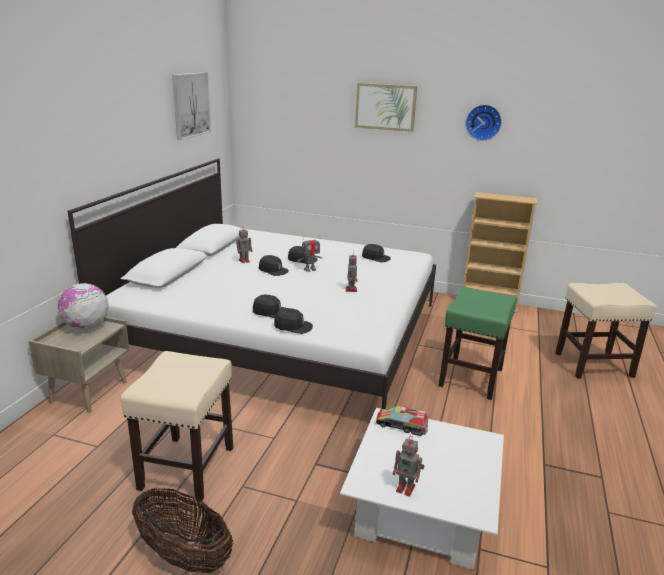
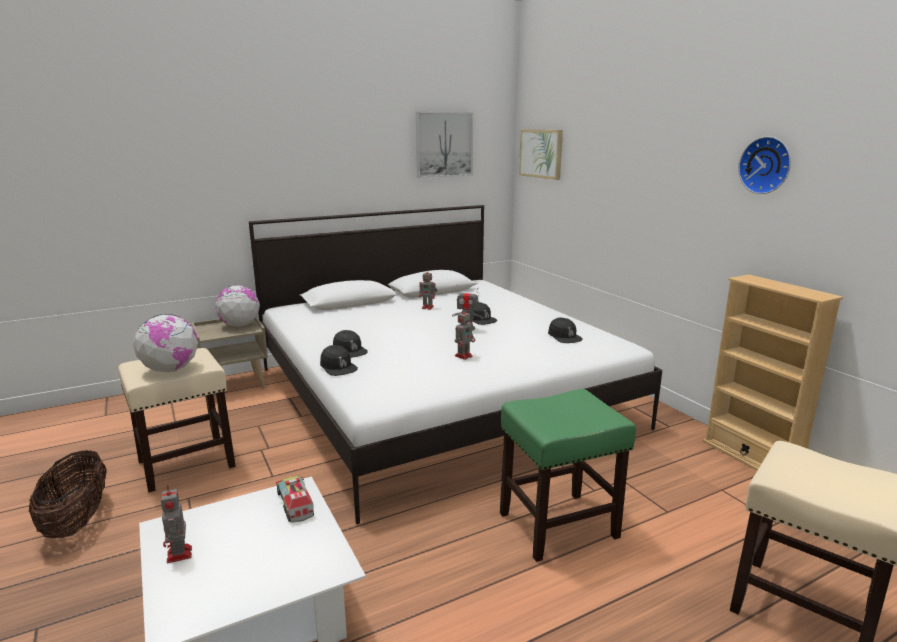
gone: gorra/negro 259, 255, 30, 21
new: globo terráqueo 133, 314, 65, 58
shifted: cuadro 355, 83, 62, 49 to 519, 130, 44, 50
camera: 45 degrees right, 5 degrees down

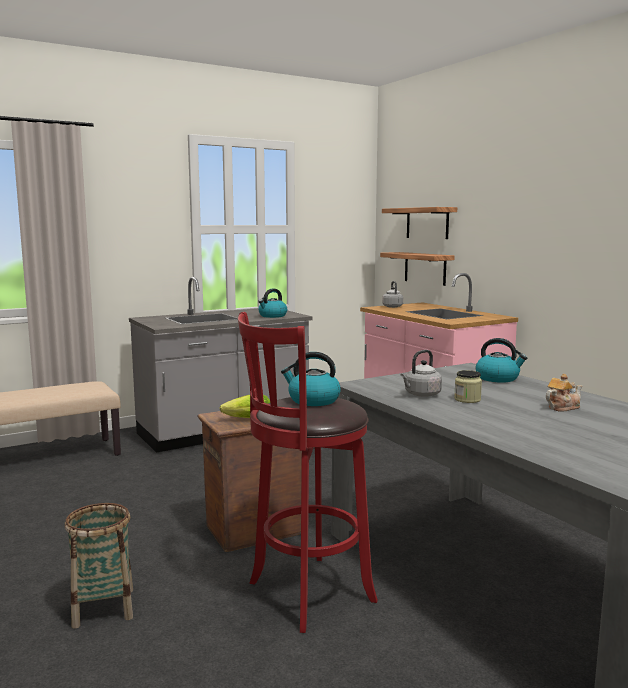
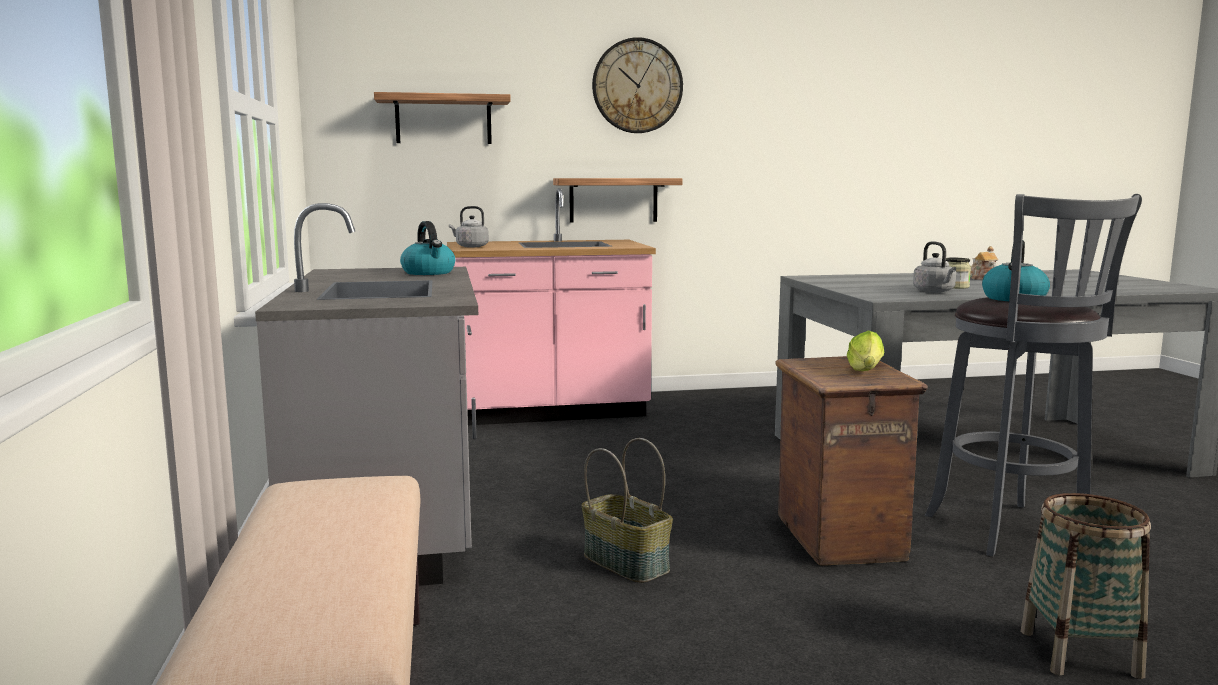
gone: hervidor 476, 338, 51, 45
new: cesta 582, 438, 91, 145; reloj de pared 592, 37, 91, 96
shifted: estante 380, 252, 75, 34 to 553, 178, 130, 44
repainted: taburete/rojo 238, 312, 140, 321 to taburete/gris 925, 194, 217, 363
camera: 70 degrees left, 0 degrees up

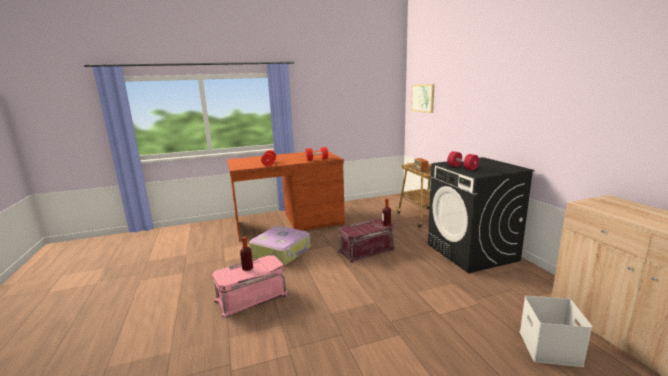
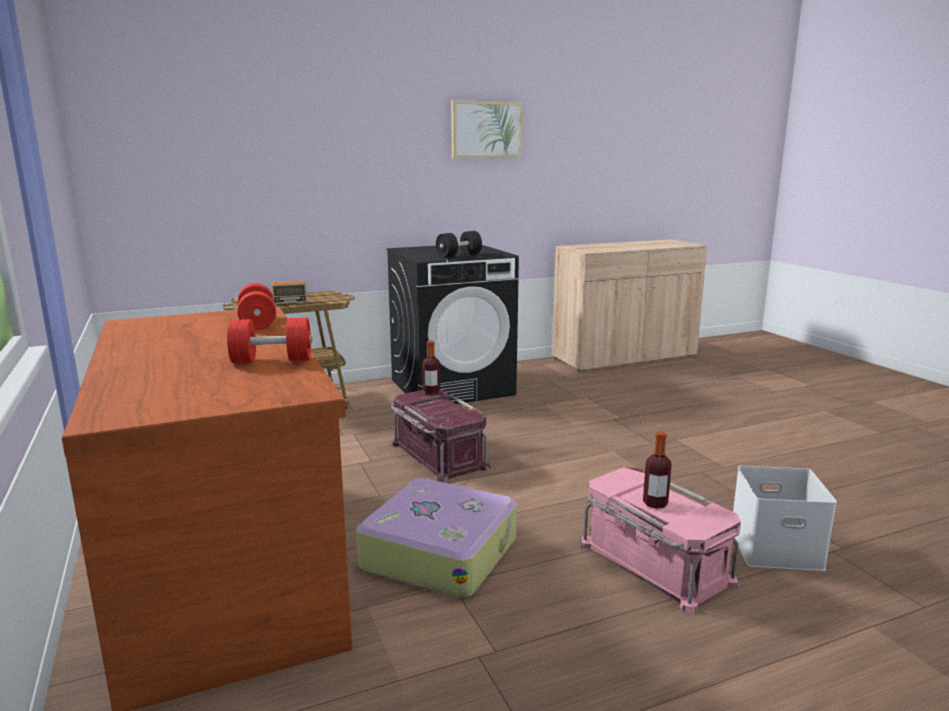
shifted: cuadro 411, 84, 23, 29 to 451, 100, 72, 58; caja de almacenaje/blanco 520, 296, 72, 71 to 733, 466, 104, 105
repainted: mancuerna/rojo 447, 151, 32, 19 to mancuerna/negro 436, 231, 46, 27
camera: 95 degrees left, 0 degrees up

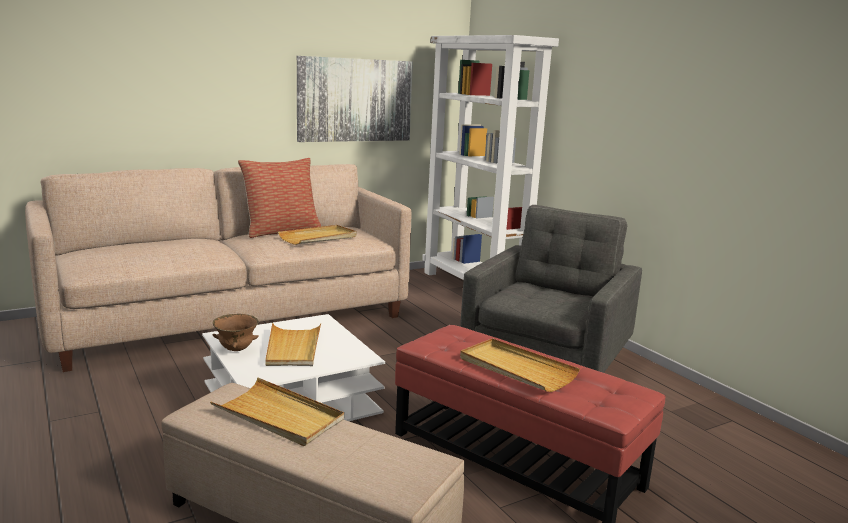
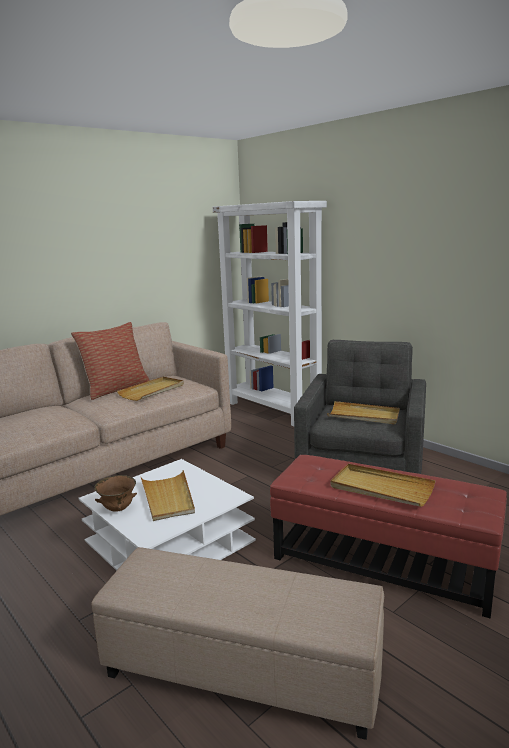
gone: cuadro 297, 56, 116, 86
shifted: bandeja/beis 210, 378, 134, 68 to 327, 401, 72, 23
camera: 10 degrees left, 0 degrees up

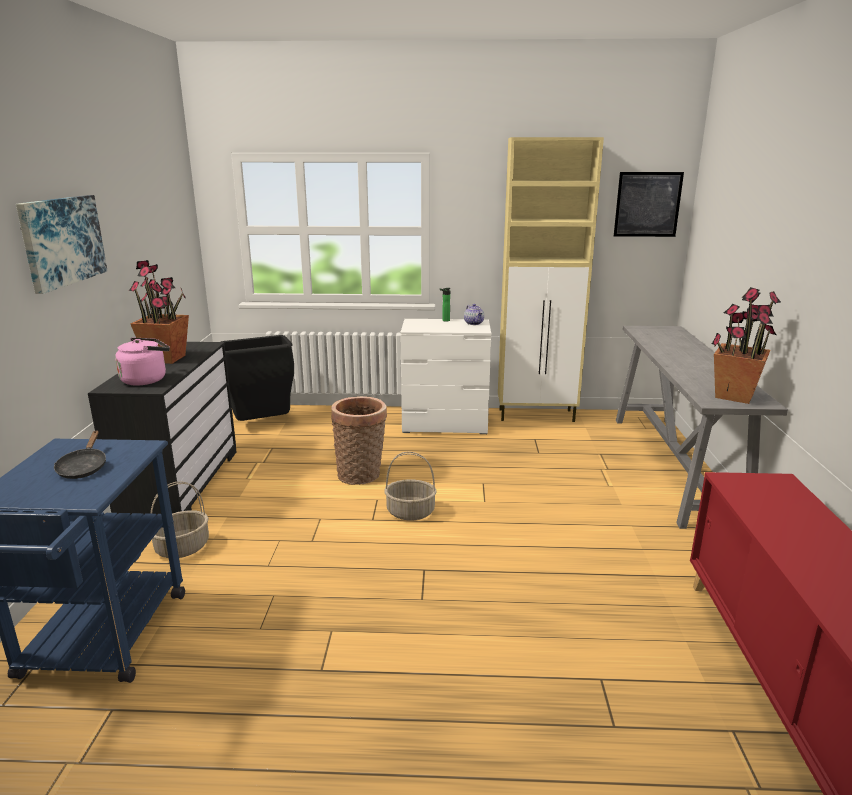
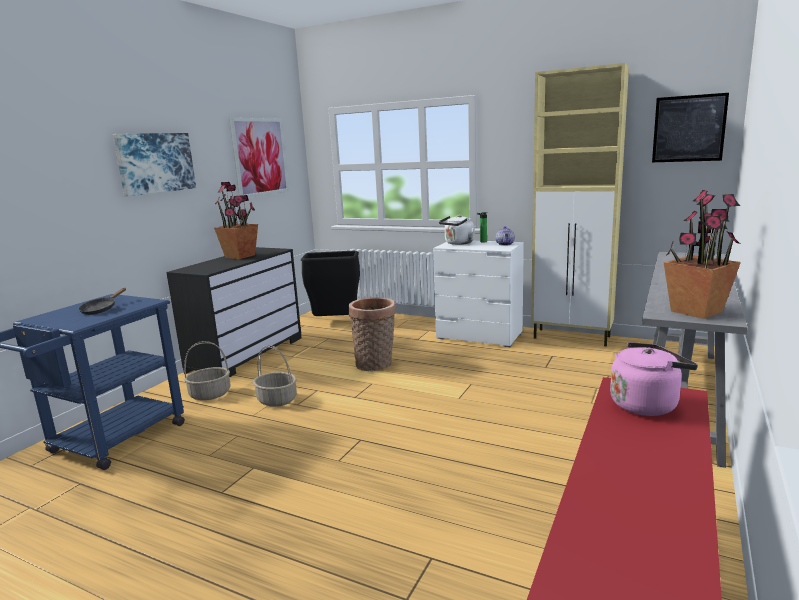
new: cuadro 229, 118, 60, 80; hervidor/blanco 439, 215, 36, 30
shifted: cesta 385, 452, 52, 68 to 253, 345, 44, 62; hervidor/rosa 115, 338, 55, 48 to 610, 342, 88, 74
camera: 25 degrees right, 5 degrees down

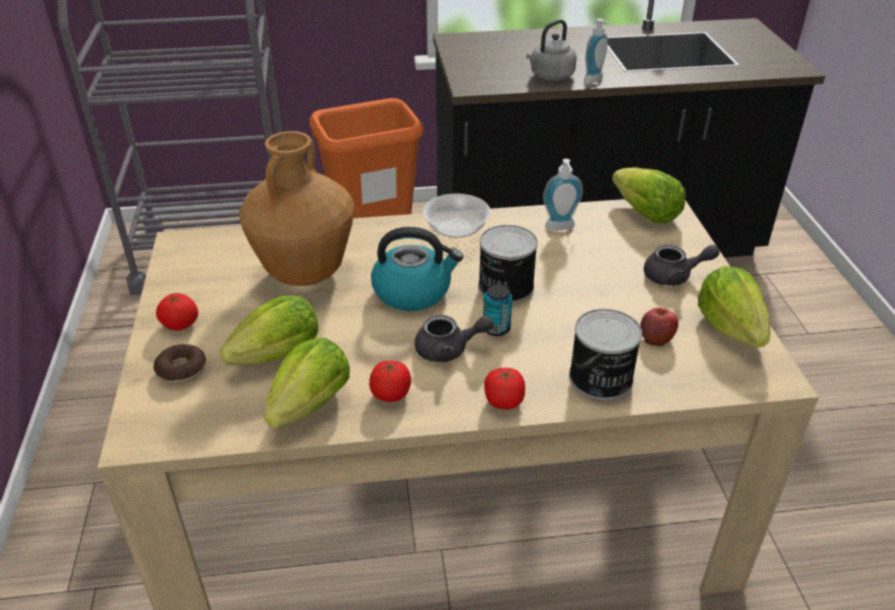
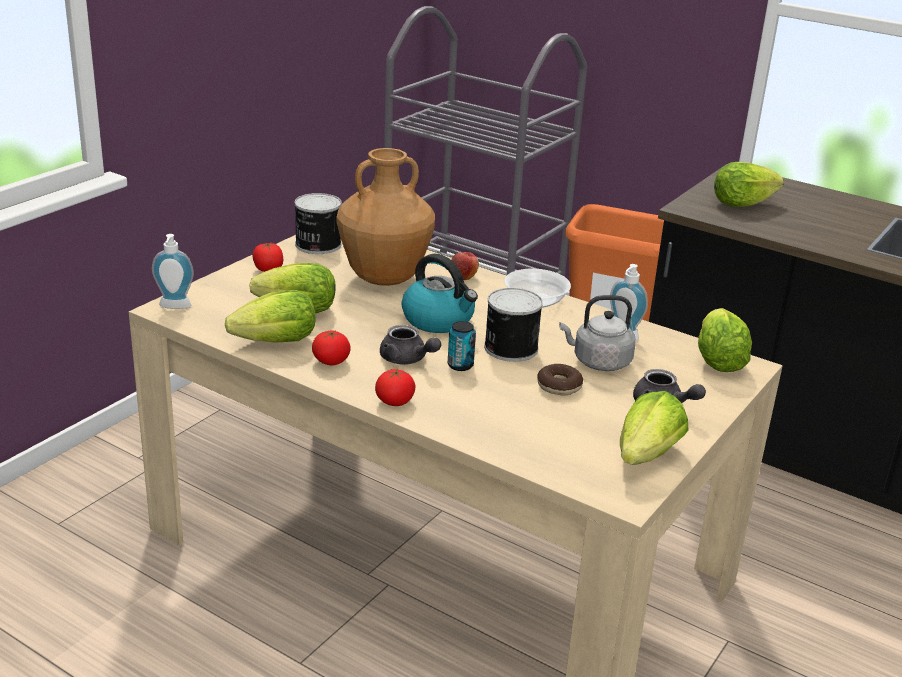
new: lechuga 714, 162, 70, 45
shifted: dispensador de jabón 584, 19, 27, 65 to 152, 234, 42, 75; lata 569, 309, 73, 91 to 295, 193, 47, 61; manzana 640, 308, 38, 38 to 451, 252, 28, 28; rosquilla 153, 344, 53, 40 to 537, 364, 46, 31; hervidor/gris 526, 20, 51, 61 to 559, 295, 77, 76
camera: 40 degrees right, 10 degrees down

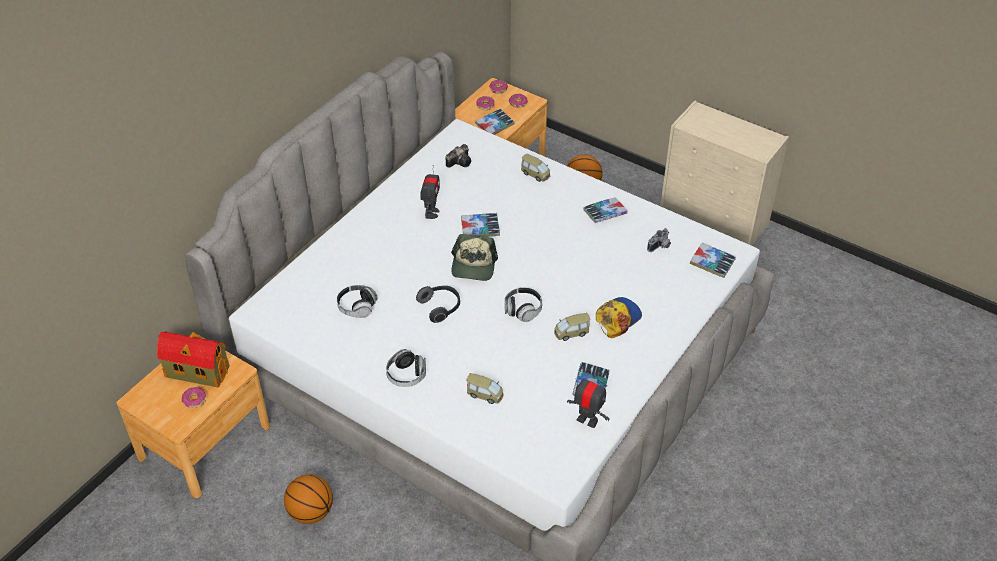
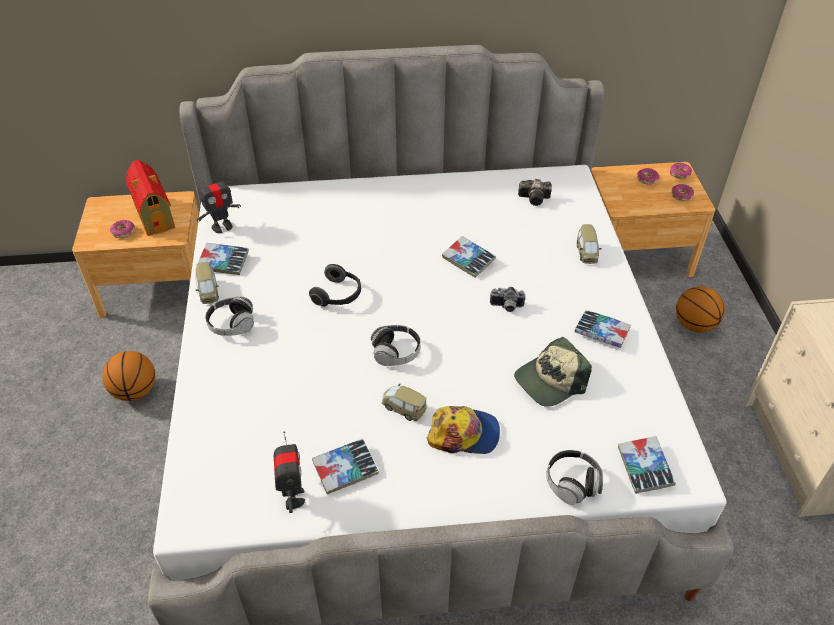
shifted: coche de juguete 466, 373, 38, 31 to 195, 262, 24, 42; robot de juguete 420, 165, 20, 54 to 196, 173, 45, 60; libro 475, 109, 40, 26 to 198, 243, 51, 32; cámara 647, 228, 24, 24 to 490, 287, 36, 25; gorra 451, 234, 47, 47 to 514, 337, 78, 70; auriculares 337, 285, 41, 33 to 546, 450, 57, 55
camera: 50 degrees right, 0 degrees up

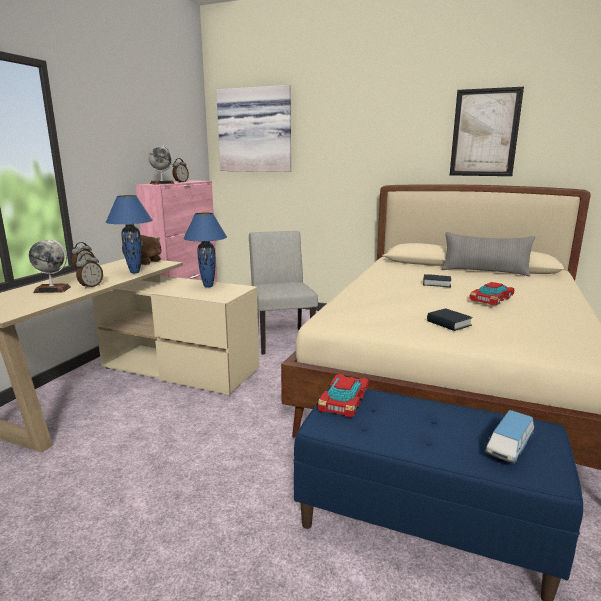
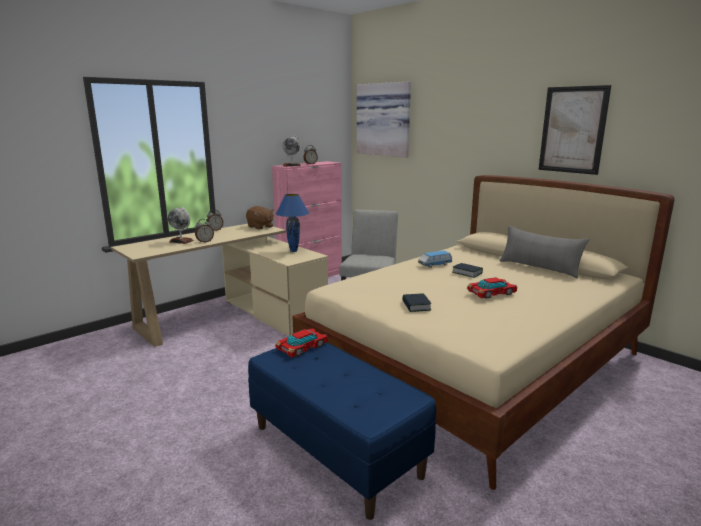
gone: lámpara de mesa/azul 106, 195, 47, 78
shifted: coche de juguete 485, 410, 49, 54 to 418, 250, 34, 18
camera: 25 degrees right, 0 degrees up

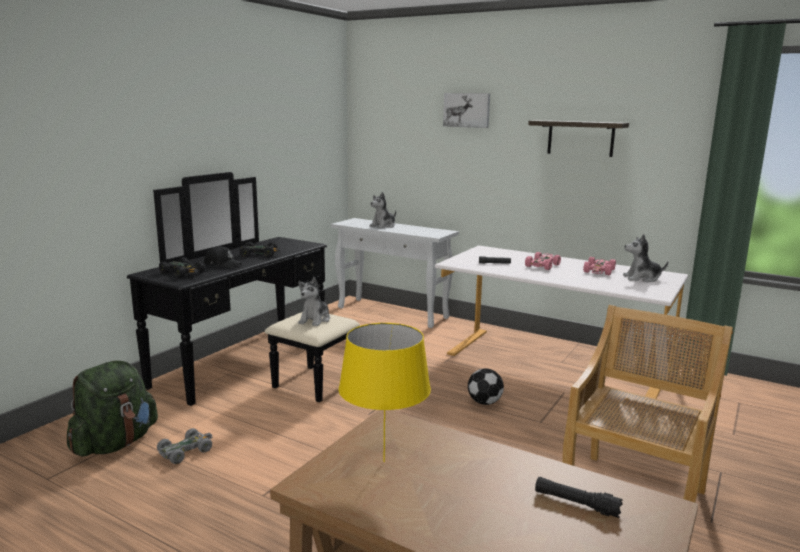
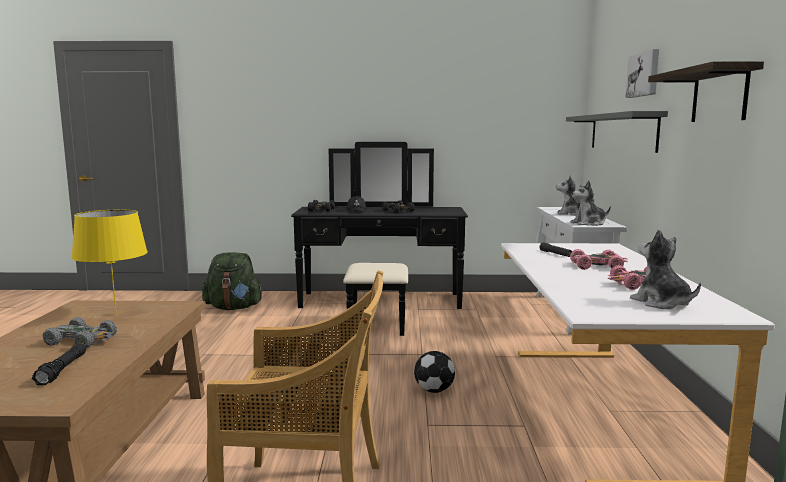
new: estante/gris 566, 111, 102, 42
shifted: coche de juguete/gris 157, 428, 56, 36 to 43, 317, 74, 32; peluche 298, 277, 32, 49 to 571, 181, 40, 45
camera: 60 degrees right, 5 degrees down

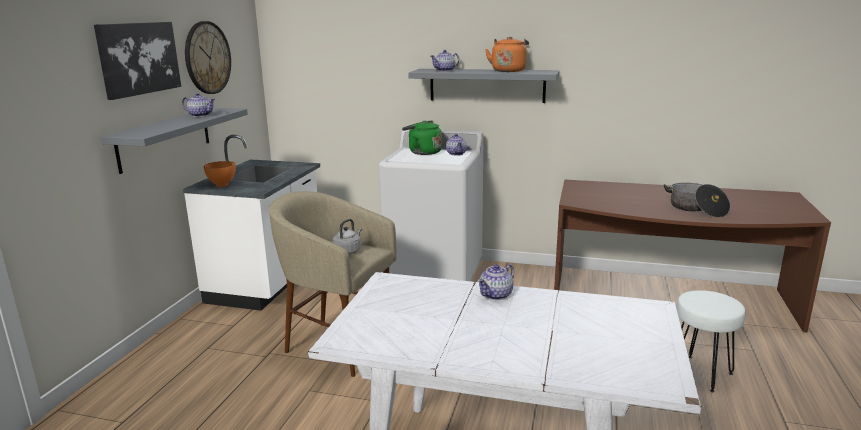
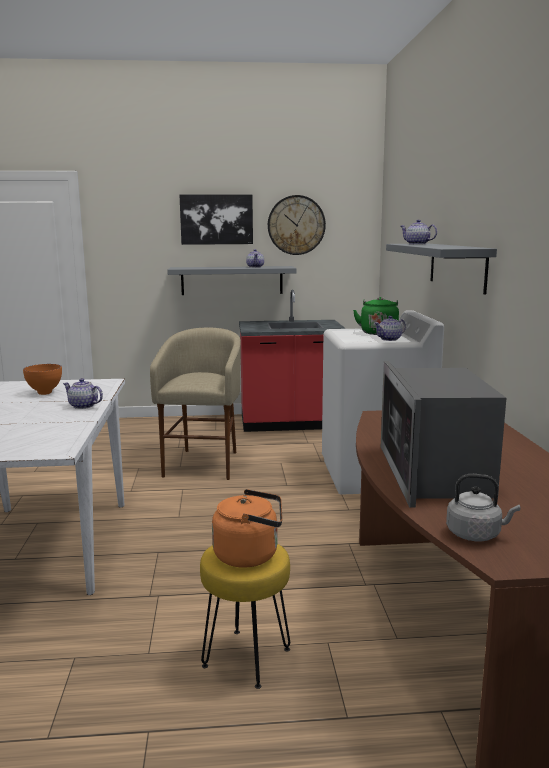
shifted: cuenco/naranja 204, 161, 32, 26 to 23, 364, 39, 31; hervidor/naranja 485, 37, 44, 35 to 212, 489, 70, 78; hervidor/gris 332, 219, 30, 35 to 446, 474, 74, 67
swapped: olla 664, 183, 66, 35 to microondas 381, 361, 125, 146
repainted: taburete/blanco 676, 290, 70, 102 to taburete/amarillo 200, 543, 90, 146; mueble bajo de cocina/blanco 183, 135, 137, 176 to mueble bajo de cocina/rojo 239, 290, 107, 142
camera: 70 degrees right, 5 degrees down

